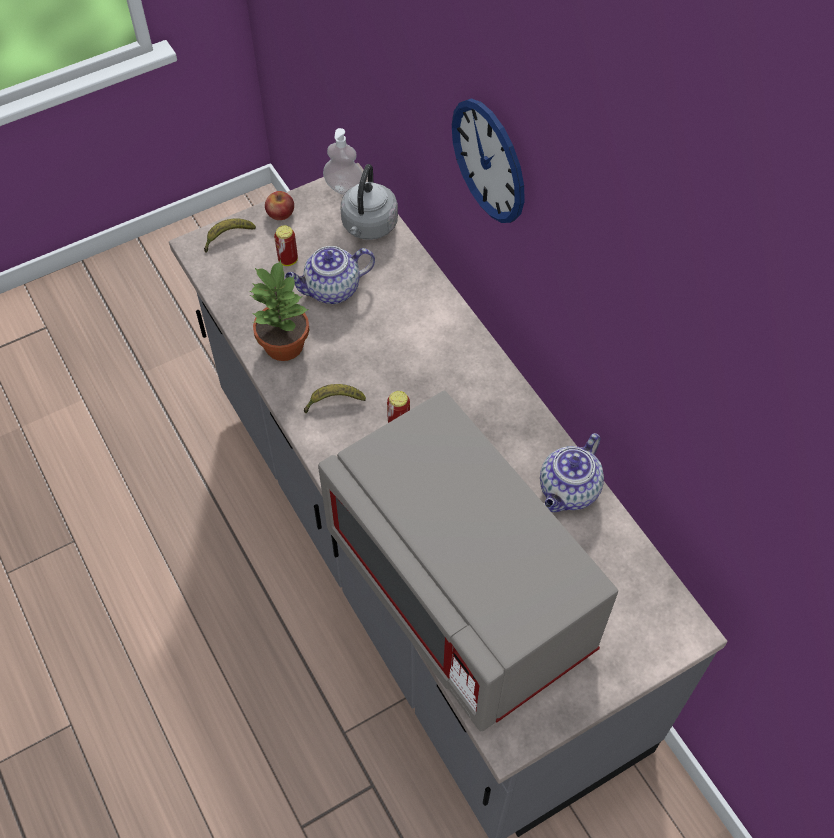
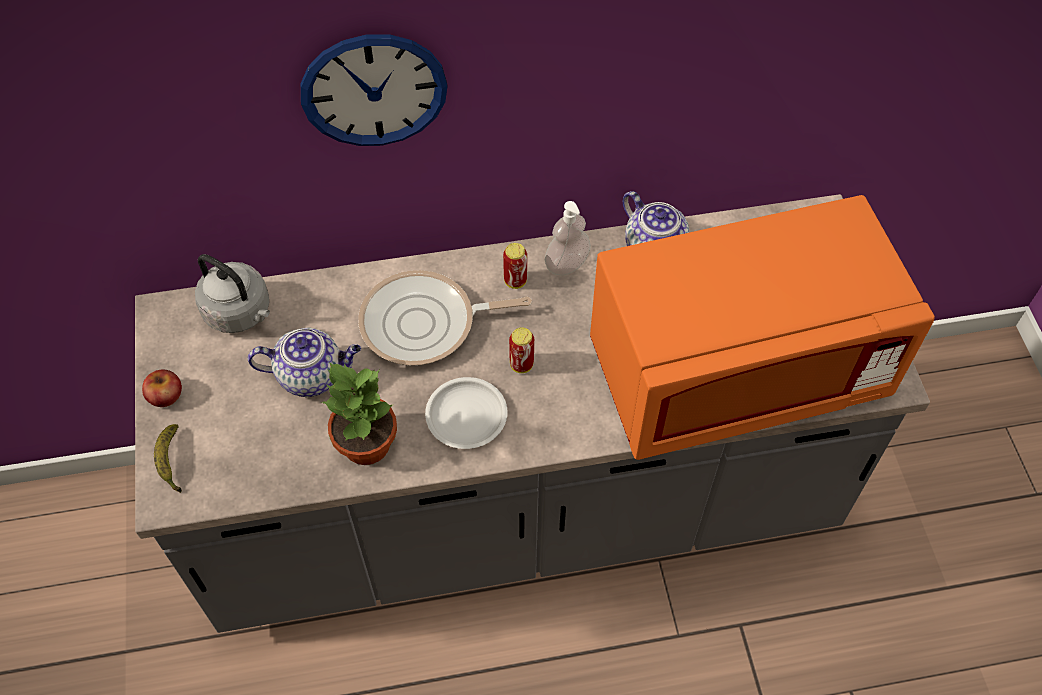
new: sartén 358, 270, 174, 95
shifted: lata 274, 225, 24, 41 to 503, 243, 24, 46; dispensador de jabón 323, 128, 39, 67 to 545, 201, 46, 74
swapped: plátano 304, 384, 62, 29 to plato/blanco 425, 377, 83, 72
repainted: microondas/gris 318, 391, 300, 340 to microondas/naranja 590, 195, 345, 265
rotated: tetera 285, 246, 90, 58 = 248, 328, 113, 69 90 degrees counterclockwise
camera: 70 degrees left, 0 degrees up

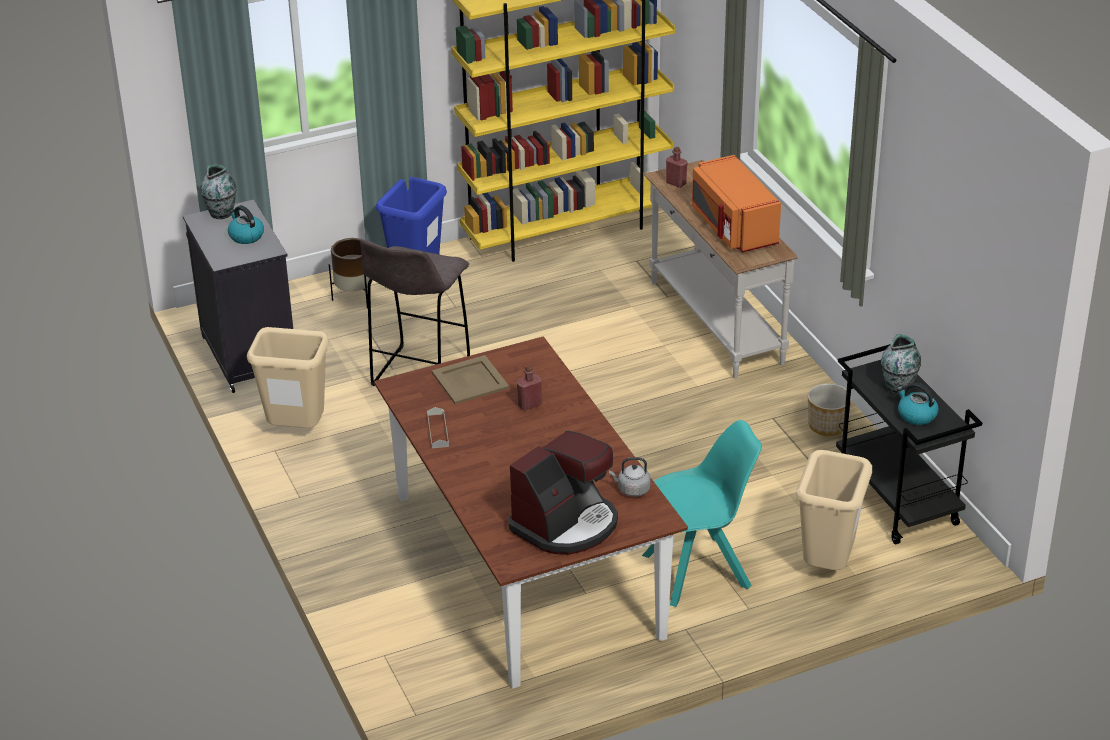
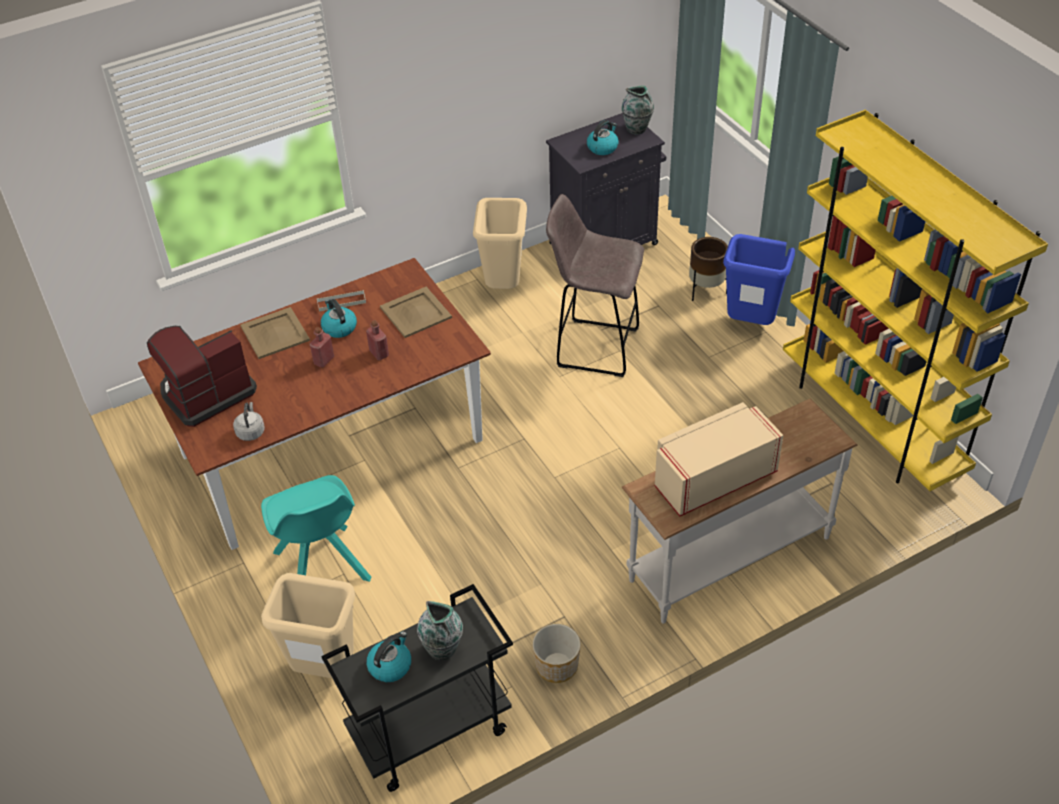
new: bandeja/beis 240, 307, 70, 52; hervidor 321, 299, 36, 39
shifted: botella/rojo 666, 147, 21, 41 to 310, 327, 24, 40
repainted: microondas/naranja 692, 155, 89, 97 to microondas/beis 654, 402, 129, 114
rotated: cafetera 508, 431, 110, 124 = 147, 326, 110, 101 105 degrees clockwise
camera: 85 degrees right, 10 degrees up

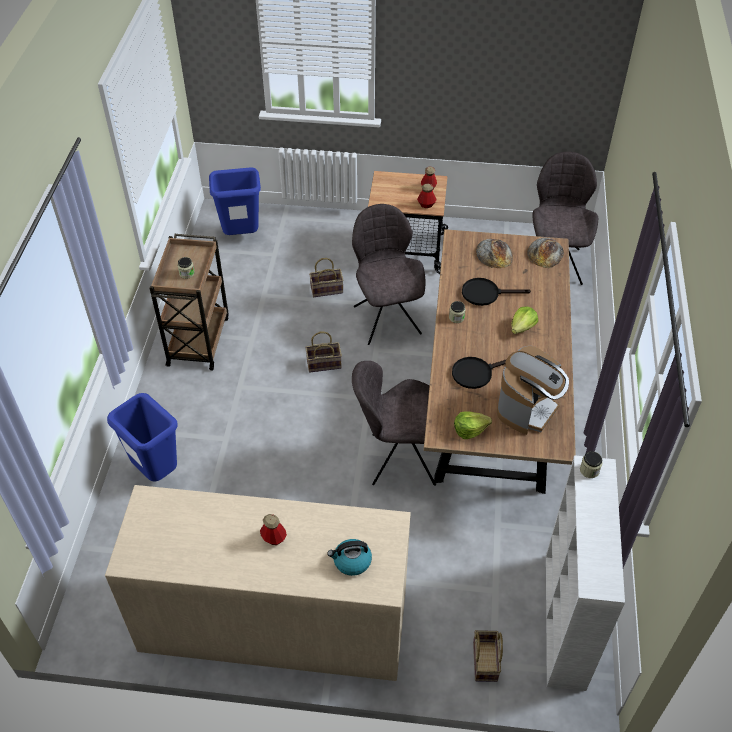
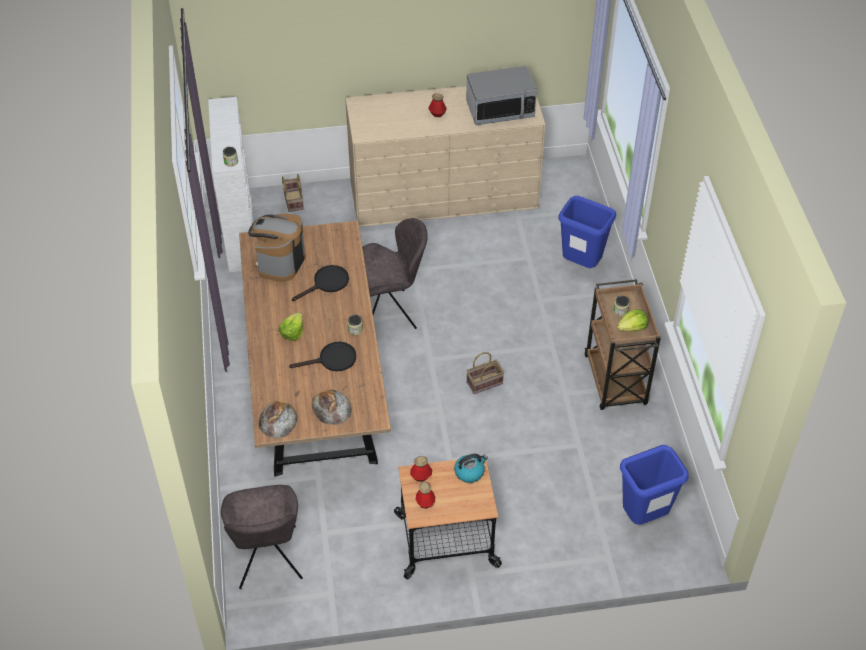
gone: cesta 309, 258, 35, 39; silla/gris 352, 204, 73, 141
new: microondas 466, 66, 71, 59
shifted: hervidor 327, 539, 45, 37 to 454, 454, 34, 29; lechuga 454, 411, 38, 28 to 617, 309, 31, 23
camera: 165 degrees right, 0 degrees up

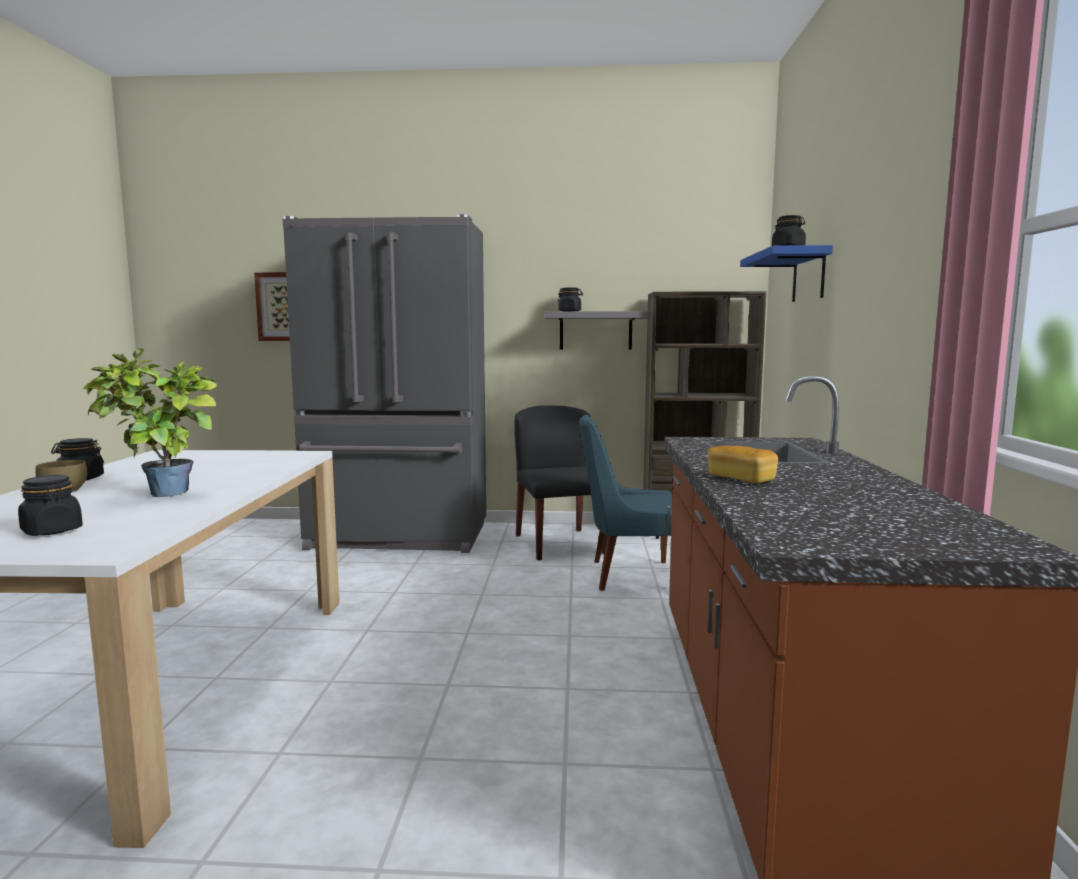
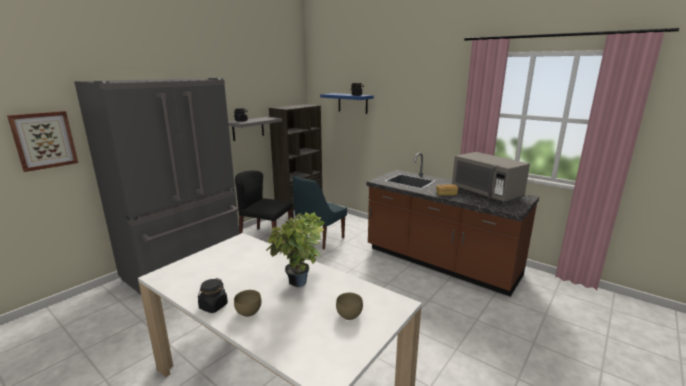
new: microondas/gris 452, 152, 78, 51
swapped: tarro/negro 18, 475, 65, 61 to cuenco/marrón 336, 293, 27, 27
camera: 55 degrees left, 10 degrees up

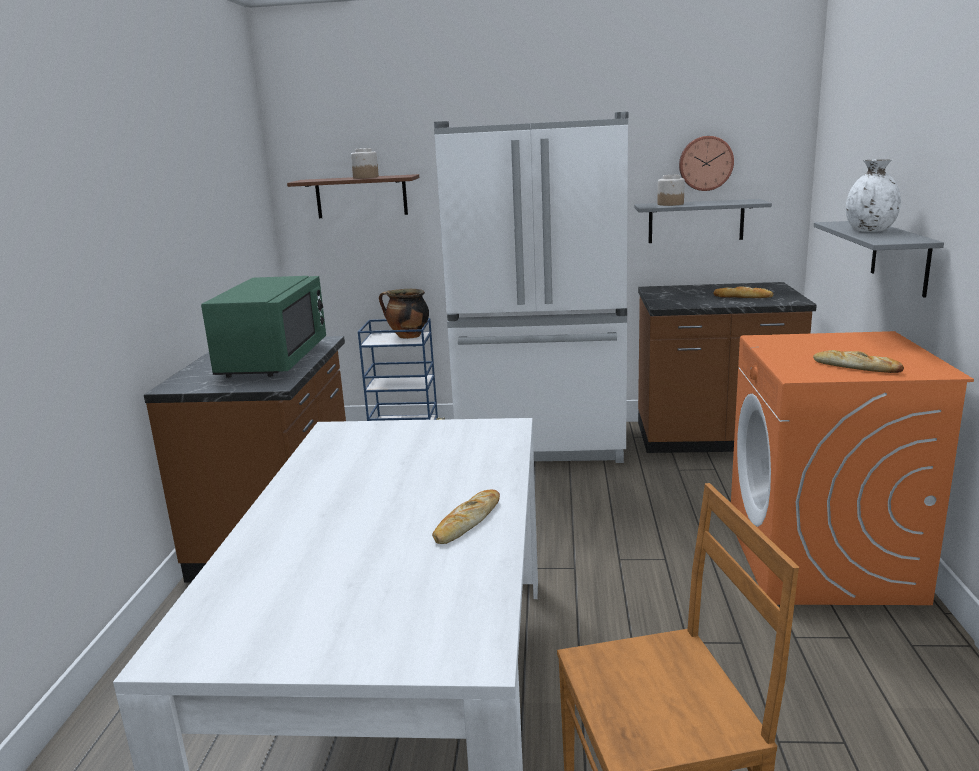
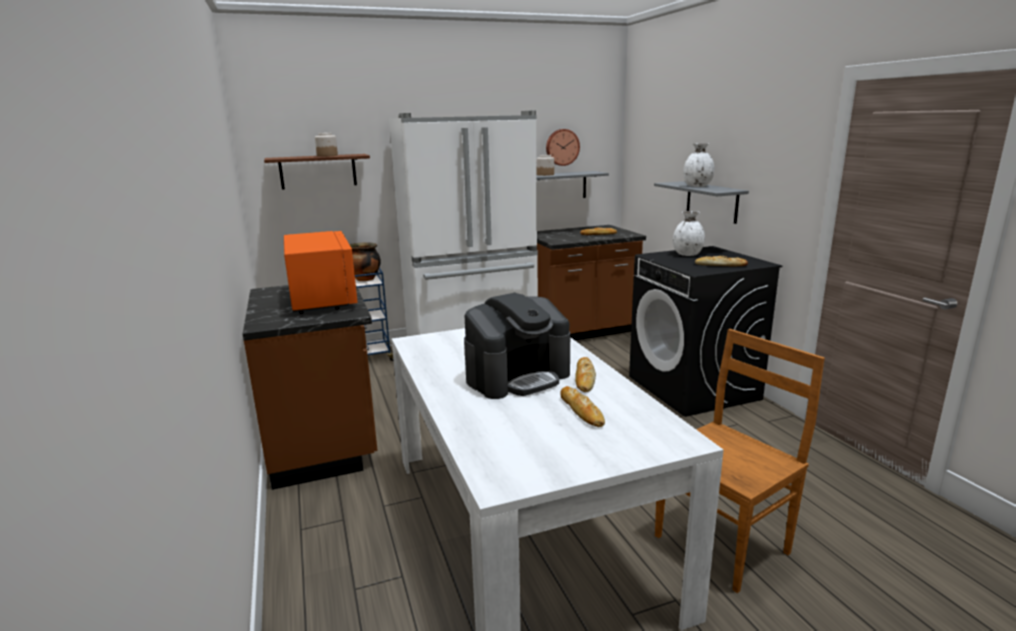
new: cafetera 464, 293, 106, 106; pan 560, 386, 45, 41; florero/blanco 673, 211, 32, 45
repainted: microondas/verde 201, 276, 125, 102 to microondas/naranja 284, 231, 74, 83; lavadora/naranja 731, 331, 243, 274 to lavadora/negro 629, 246, 153, 171
camera: 25 degrees left, 0 degrees up

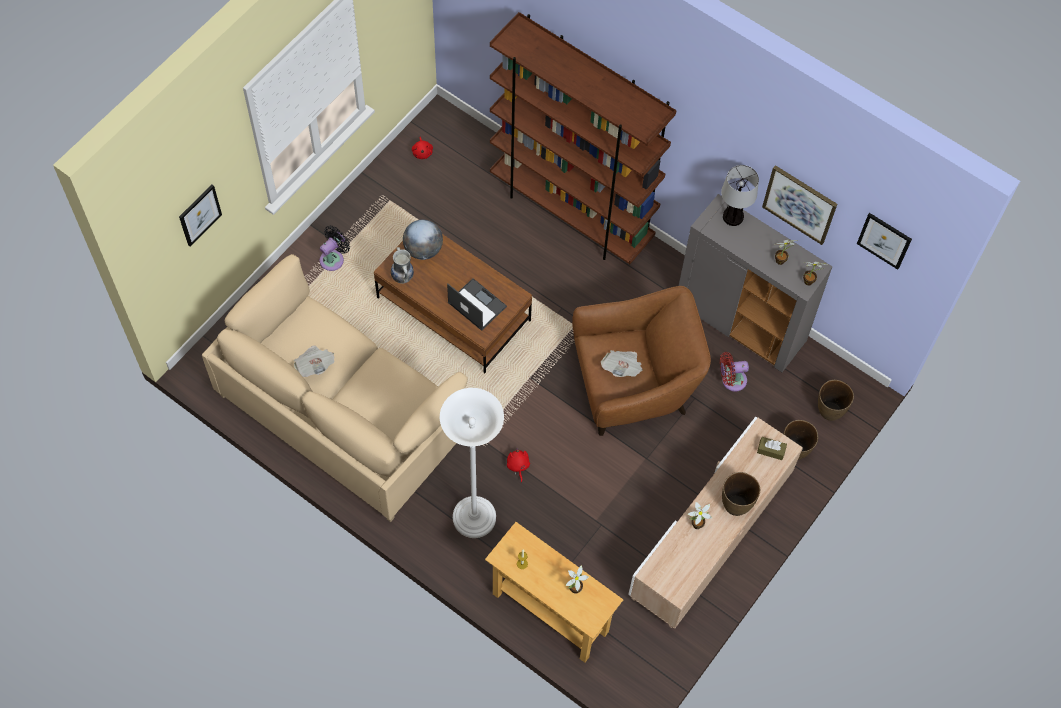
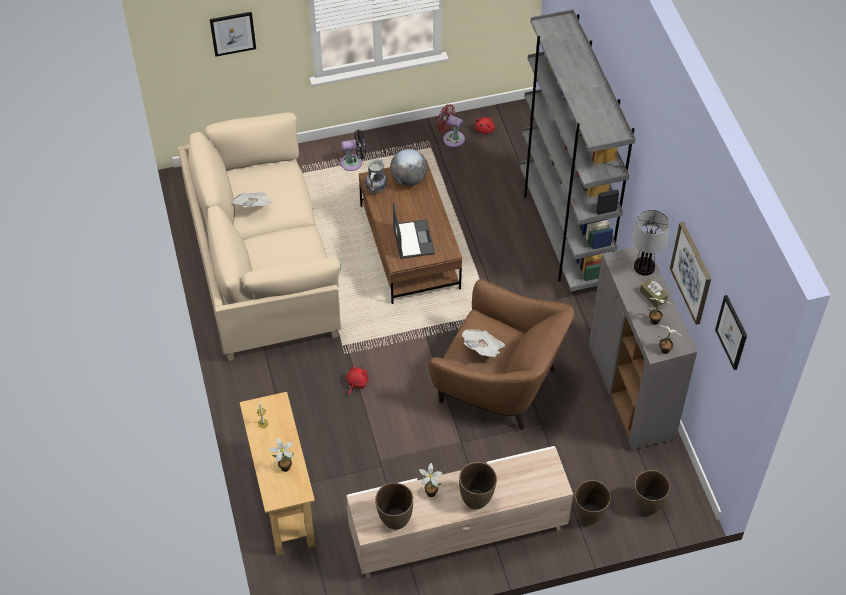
gone: lámpara de pie/blanco 440, 388, 64, 150
new: florero/marrón 375, 483, 38, 47
shifted: ventilador/rojo 720, 352, 29, 40 to 437, 104, 28, 44; caja de pañuelos/marrón 757, 437, 30, 23 to 640, 278, 28, 30
repainted: estantería/marrón 490, 12, 186, 252 to estantería/gris 519, 9, 117, 283
camera: 40 degrees right, 10 degrees down

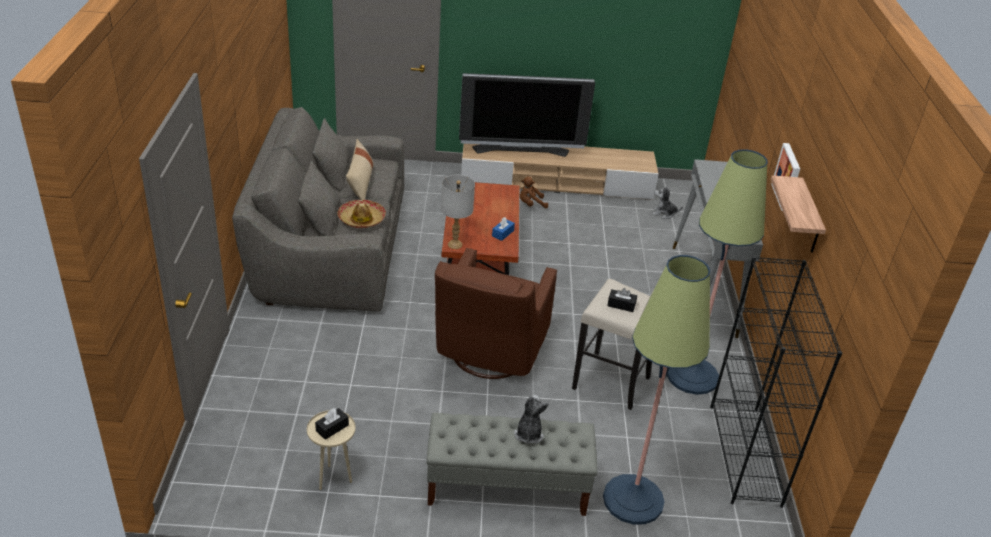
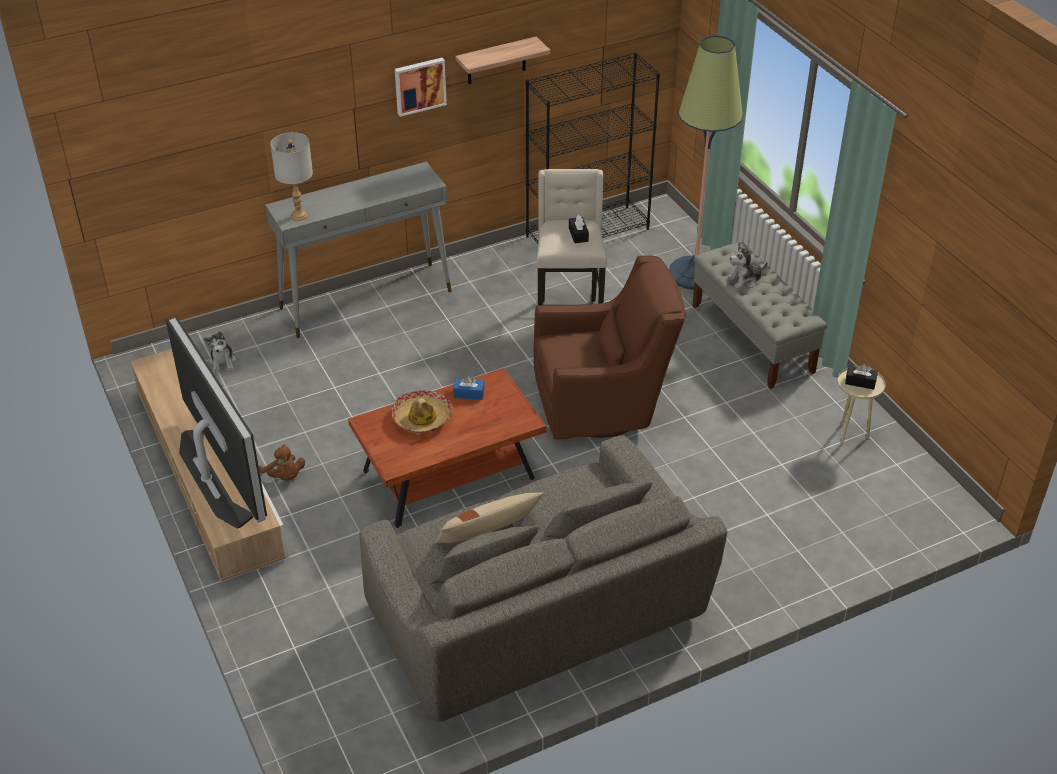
gone: lámpara de pie 667, 149, 101, 246
shifted: lámpara de mesa/gris 441, 175, 34, 74 to 270, 132, 43, 89; sombrero 337, 200, 49, 28 to 392, 390, 61, 43
camera: 115 degrees left, 5 degrees up

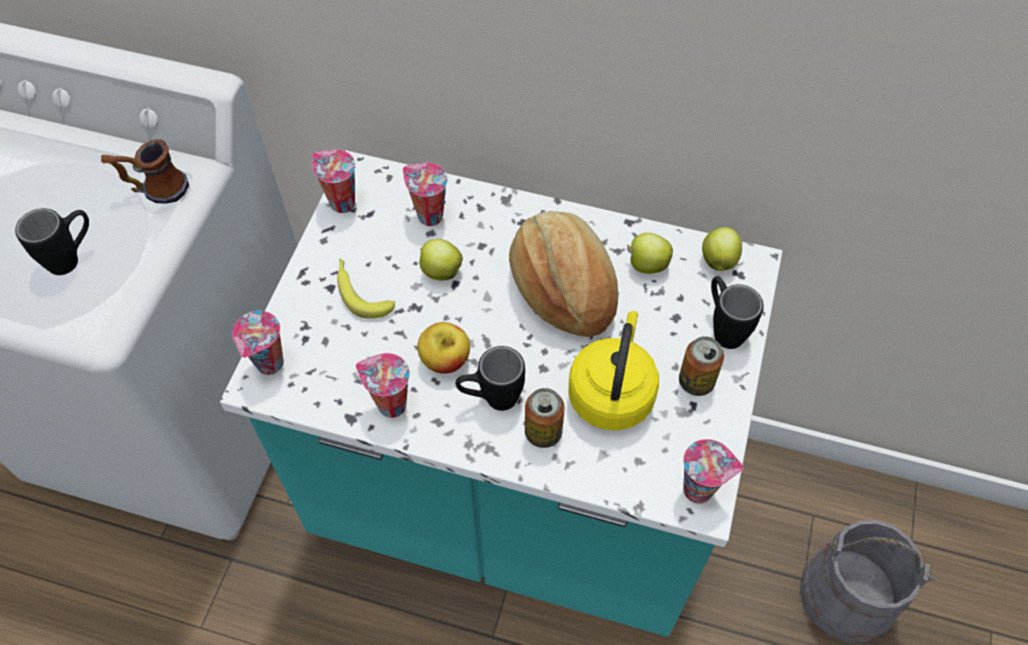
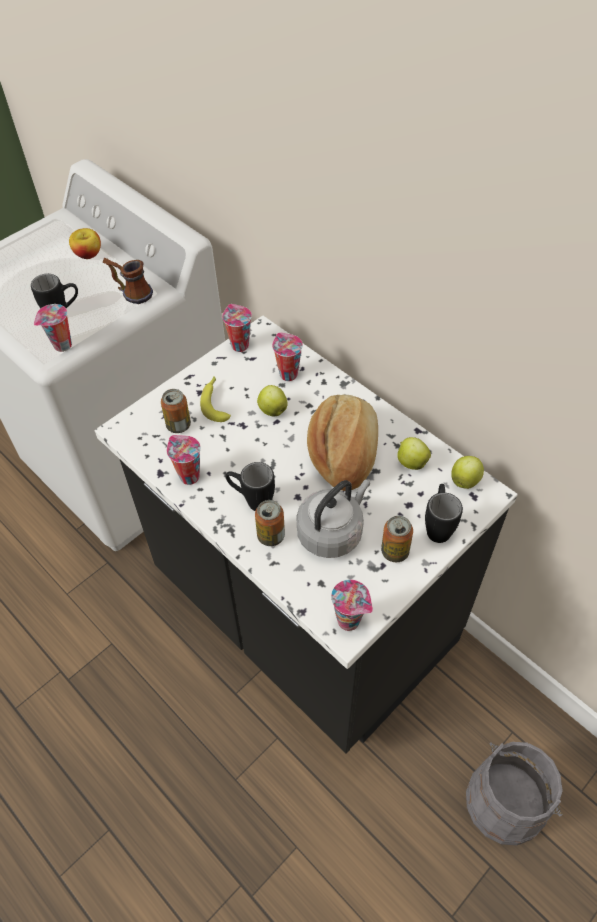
new: lata 161, 389, 30, 44
shifted: taza 232, 311, 52, 64 to 34, 304, 38, 48; manzana 417, 322, 53, 52 to 69, 228, 32, 31
repainted: mueble bajo de cocina/turquesa 220, 150, 562, 487 to mueble bajo de cocina/negro 95, 316, 422, 438; hervidor/amarillo 568, 311, 91, 119 to hervidor/gris 296, 480, 74, 78
camera: 30 degrees right, 5 degrees down

